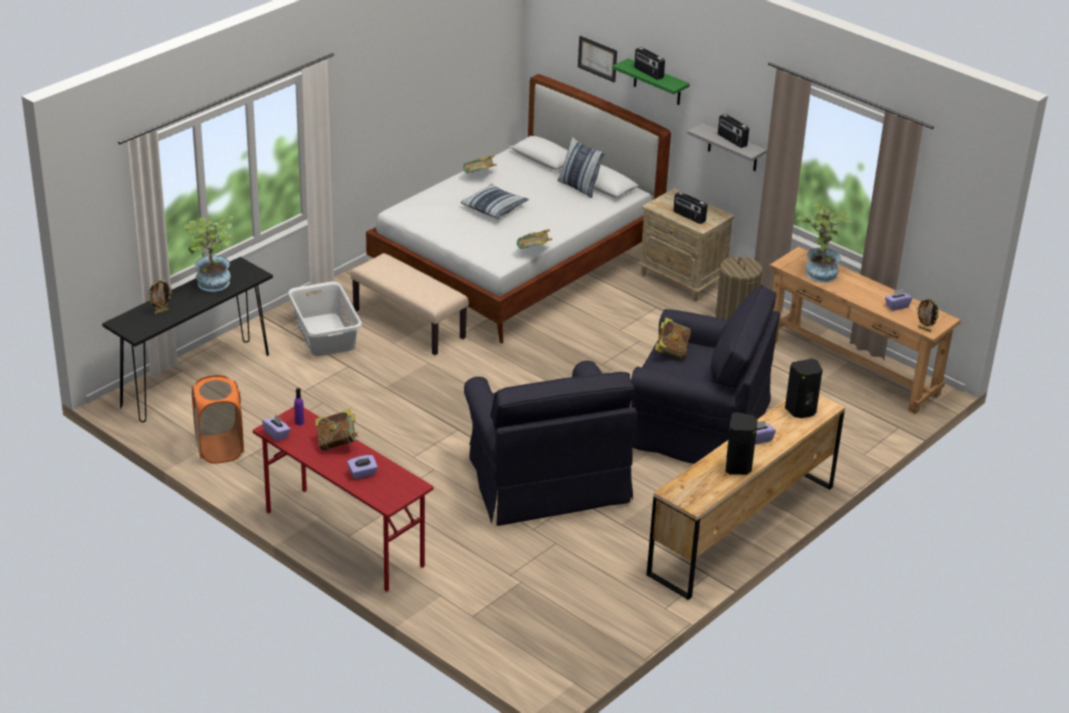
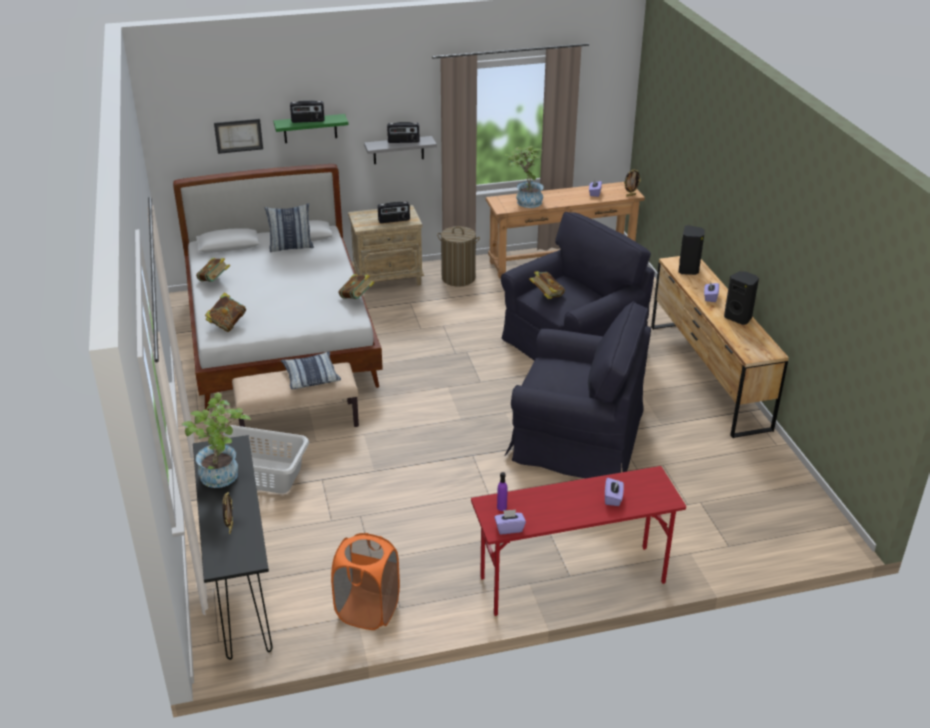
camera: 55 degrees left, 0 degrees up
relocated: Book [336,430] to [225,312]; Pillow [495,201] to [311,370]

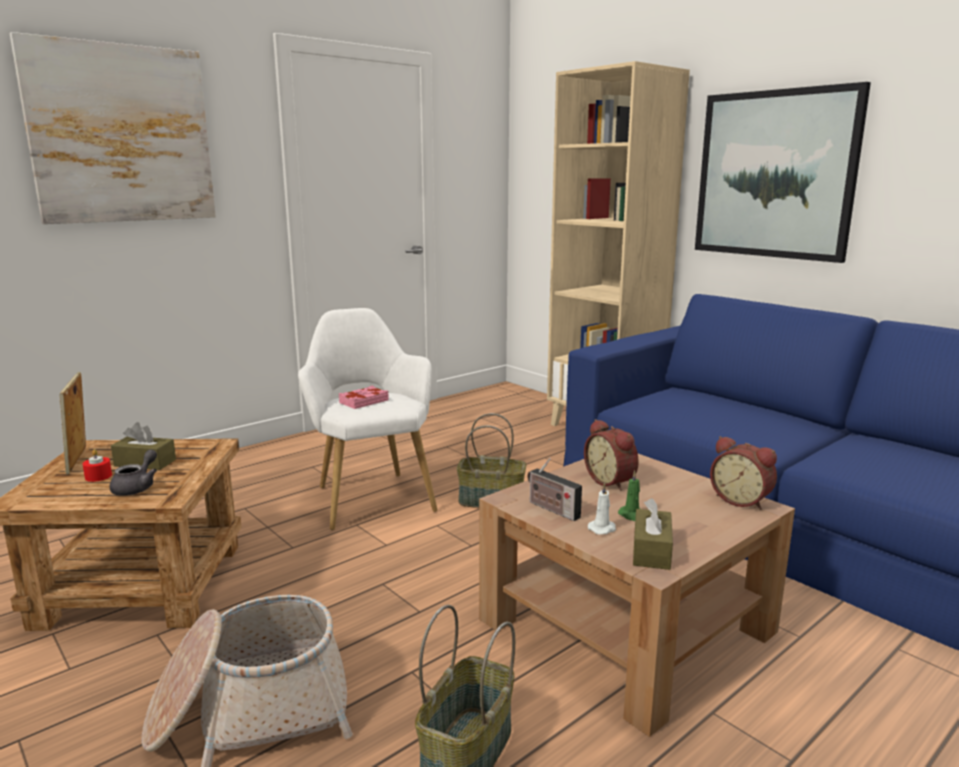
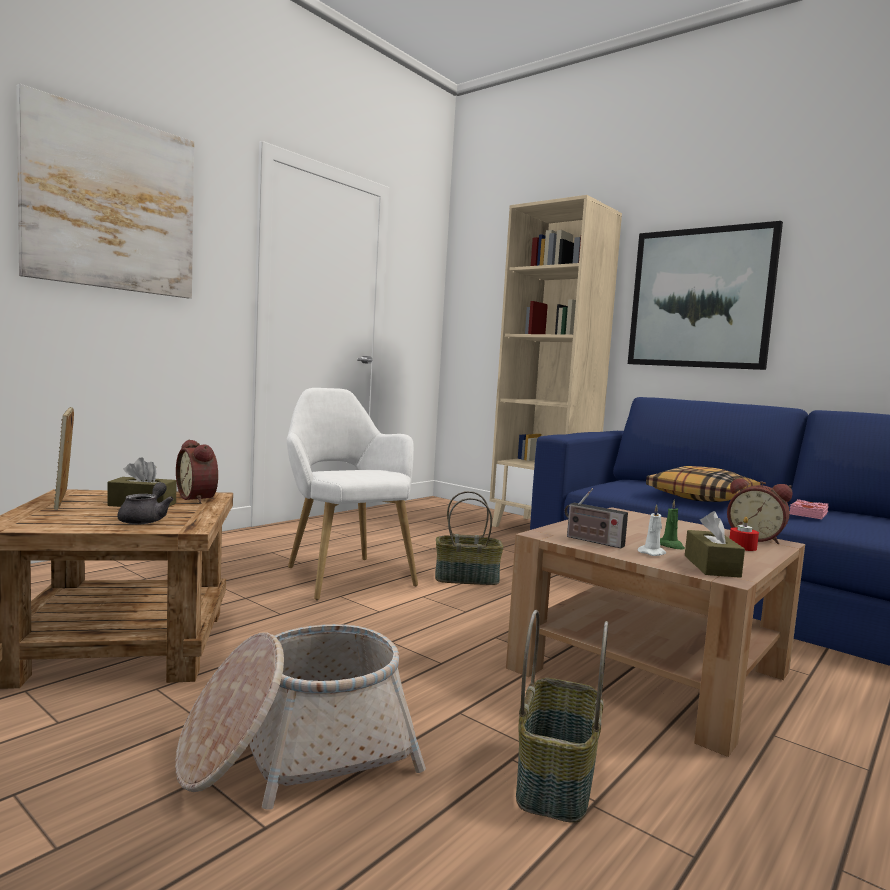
camera: 10 degrees left, 10 degrees down
appeared: Pillow [703,484]
relocated: AlarmClock [611,455] to [197,471]; RedCandle [97,465] to [744,534]; PinkBook [364,397] to [809,509]

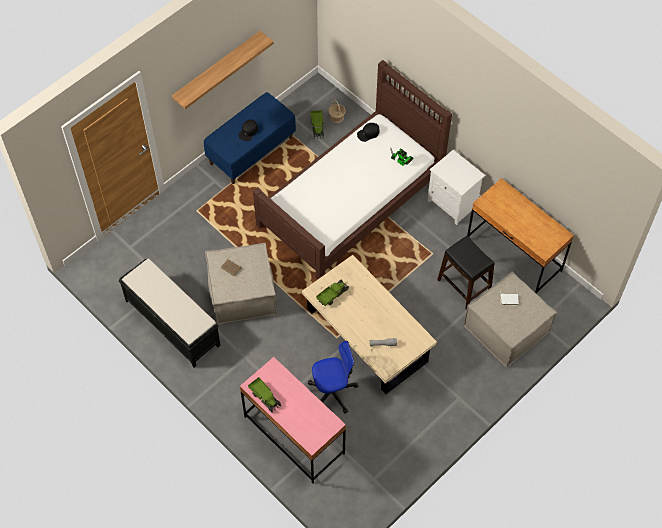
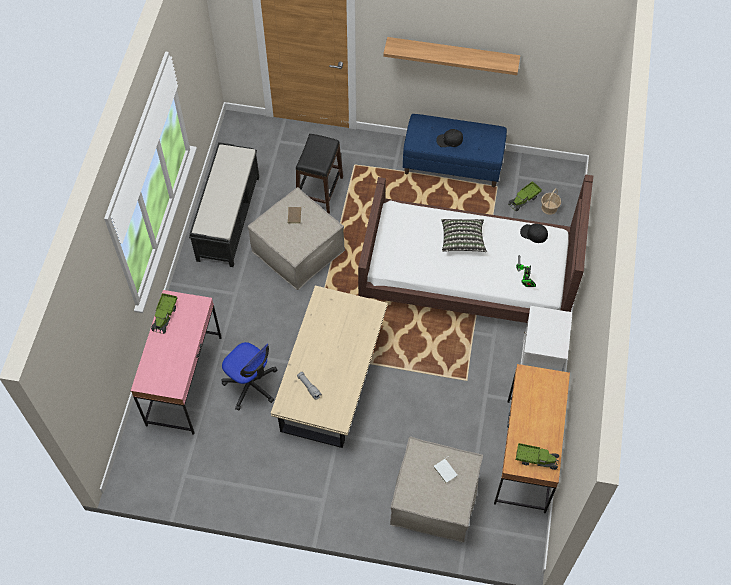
camera: 55 degrees right, 0 degrees up
appeared: Pillow [464,235]
relocated: BlackStool [466,273] to [319,174]; ToyTruck [332,293] to [537,456]

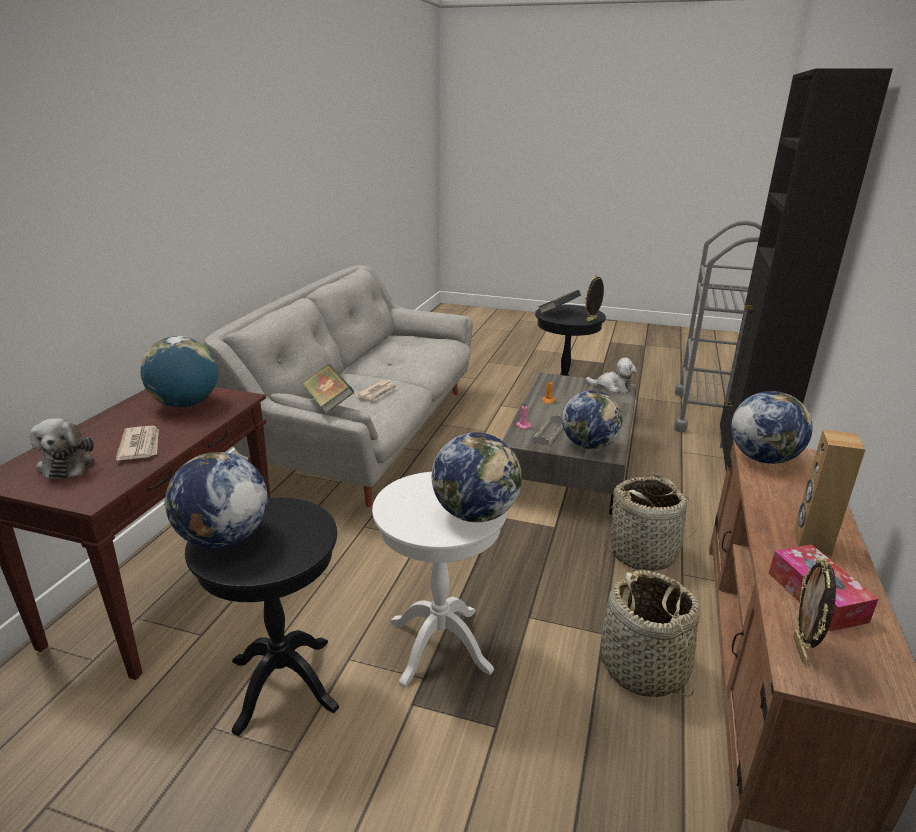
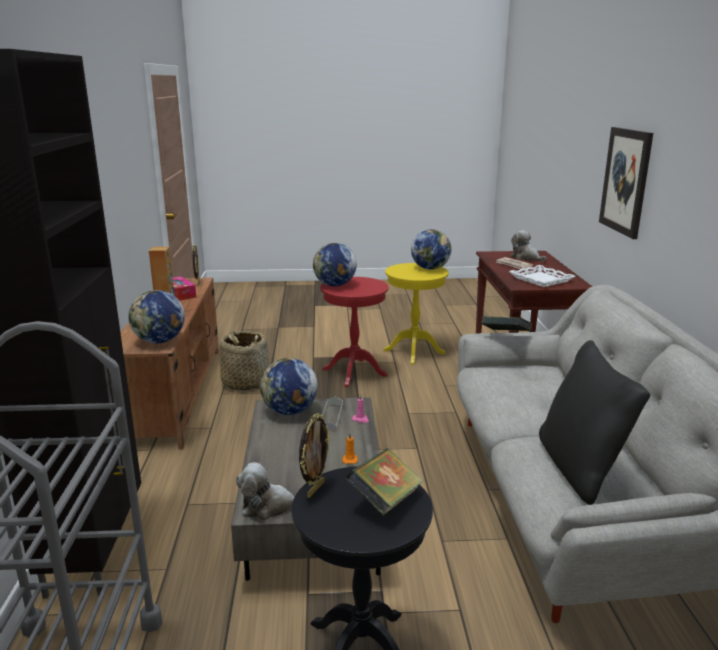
camera: 160 degrees right, 5 degrees down
missing: Newspaper [376,390]; Basket [650,522]
appeared: BlackPillow [594,422]; Picture [626,183]
exchanged: Globe [179,371] to WhiteTray [542,276]
colour: WhiteSideTable [439,580] to RedSideTable [354,332]; BlackSideTable [262,617] to YellowSideTable [416,314]

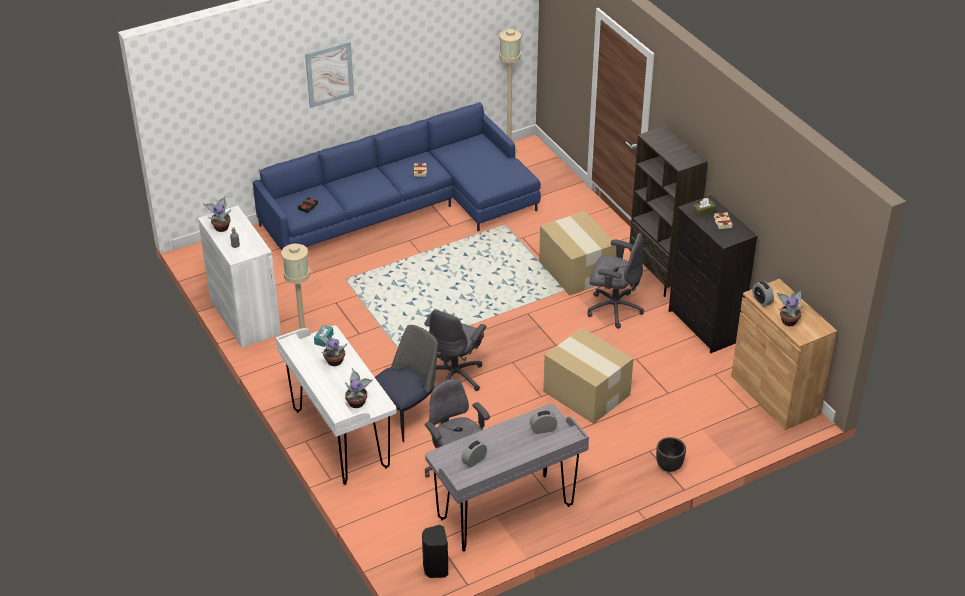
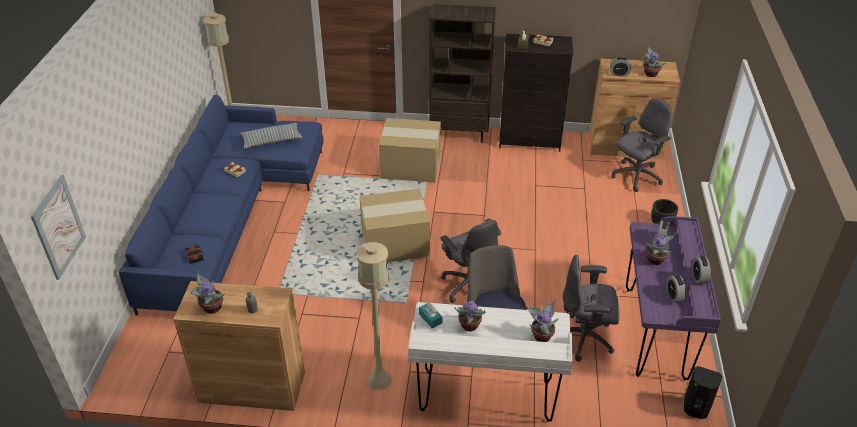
camera: 55 degrees left, 0 degrees up
appeared: Pillow [271,135]; PottedPlant [660,248]; AlarmClock [701,270]
relocated: Picture [329,74] to [58,227]; CardboardBox [588,376] to [394,225]; GreyOfficeChair [615,281] to [641,145]
colour: WhiteCabinet [239,276] to BrownCabinet [239,346]; GreyDesk [507,477] to PurpleDesk [673,298]

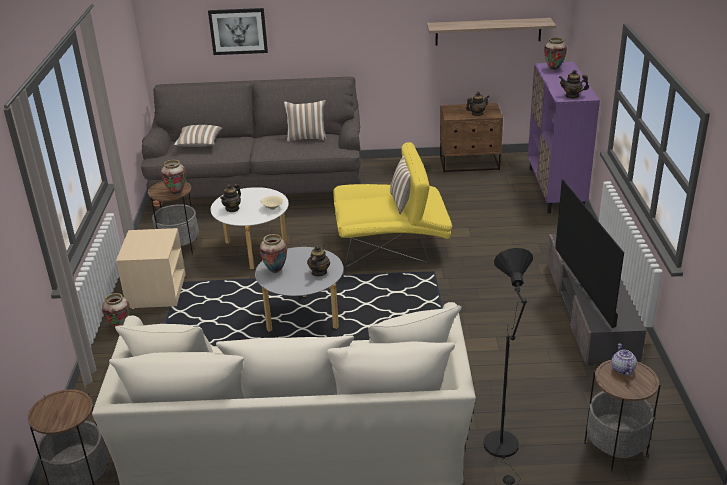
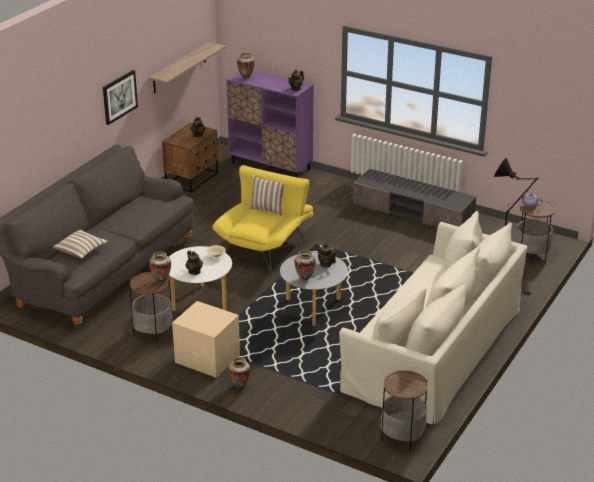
camera: 60 degrees left, 0 degrees up
missing: Pillow [305,121]; Television [589,253]
relocated: Picture [238,31] to [120,97]

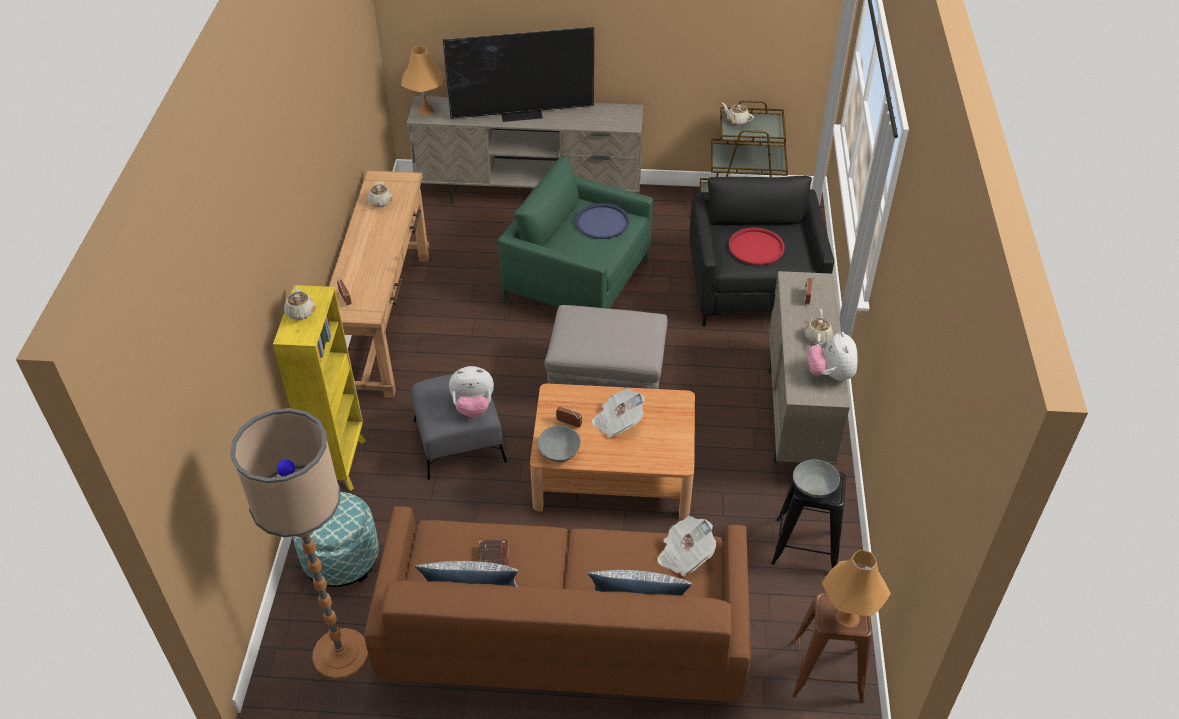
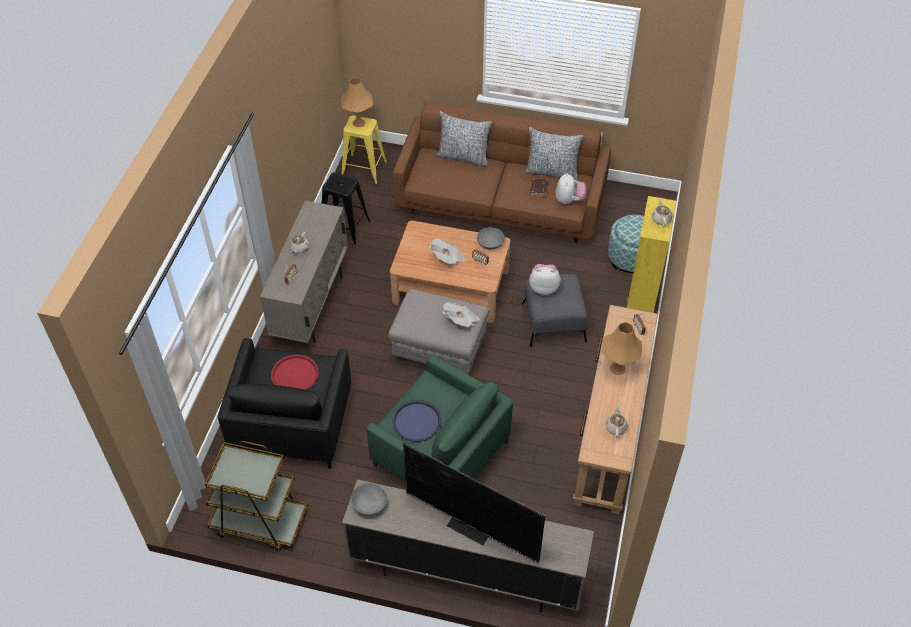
camera: 170 degrees left, 5 degrees up
missing: FloorLamp [299,543]; BeigeTeapot [738,114]
relocated: GreyBowl [816,478] to [369,499]; Newspaper [686,546] to [461,314]; PlushToy [832,356] to [570,189]; OrangeTableLamp [422,81] to [622,348]
colour: BrownStool [831,647] to YellowStool [364,149]
spun: Television [518,74] = [474,503] 150 degrees counterclockwise

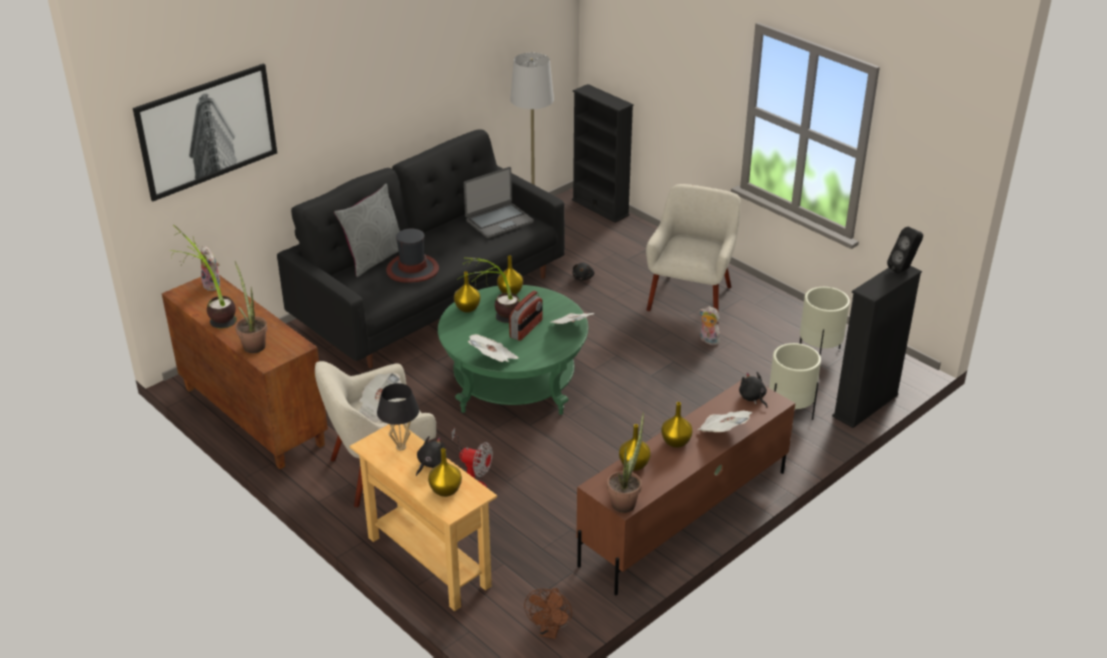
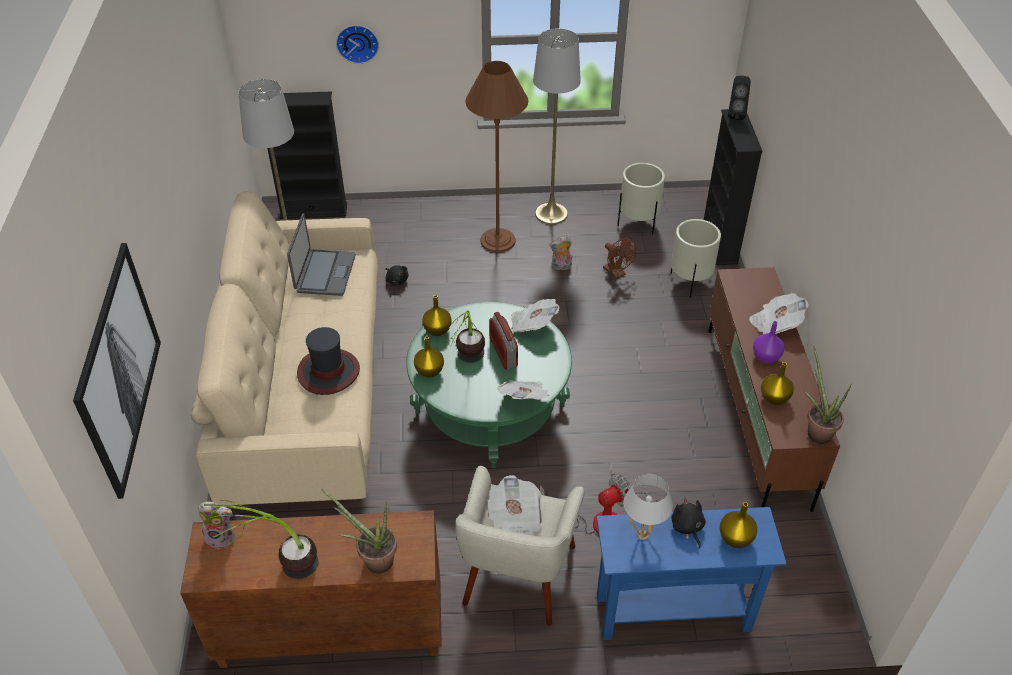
camera: 50 degrees left, 10 degrees up
missing: GreyPillow [367,230]; BlackPlushToy [753,390]
appeared: WallClock [357,44]; GreyFloorLamp [557,127]
relocated: BrownFan [548,613] to [619,258]
exchanged: BeigeArmchair [693,254] to BrownFloorLamp [496,157]
colour: BlackSofa [421,248] to BeigeSofa [284,348]; BeigeConsoleTable [423,517] to BlueConsoleTable [691,573]; BlackTableLamp [398,416] to WhiteTableLamp [648,507]; YellowVase [677,425] to PurpleVase [769,342]

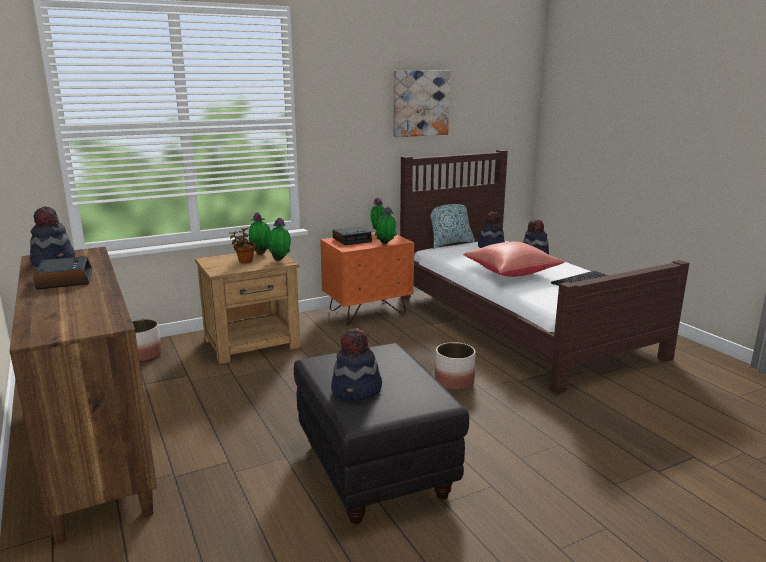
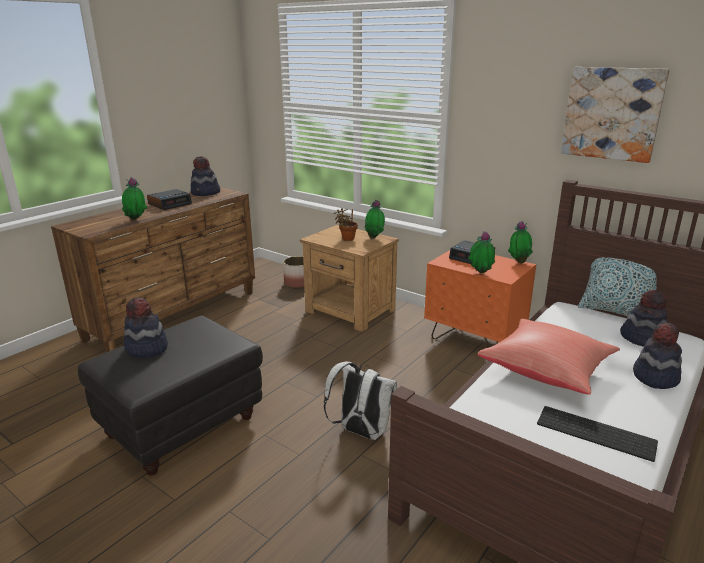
camera: 65 degrees right, 5 degrees up
relocated: PottedPlant [279,239] to [135,198]
exchanged: Planter [455,366] to WhiteBackpack [360,401]

